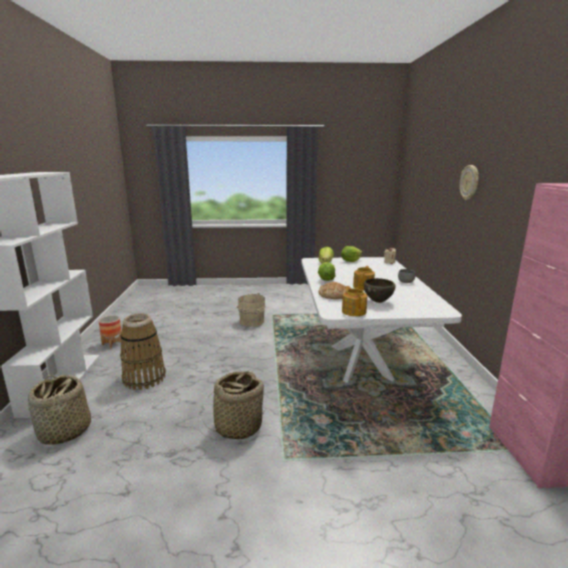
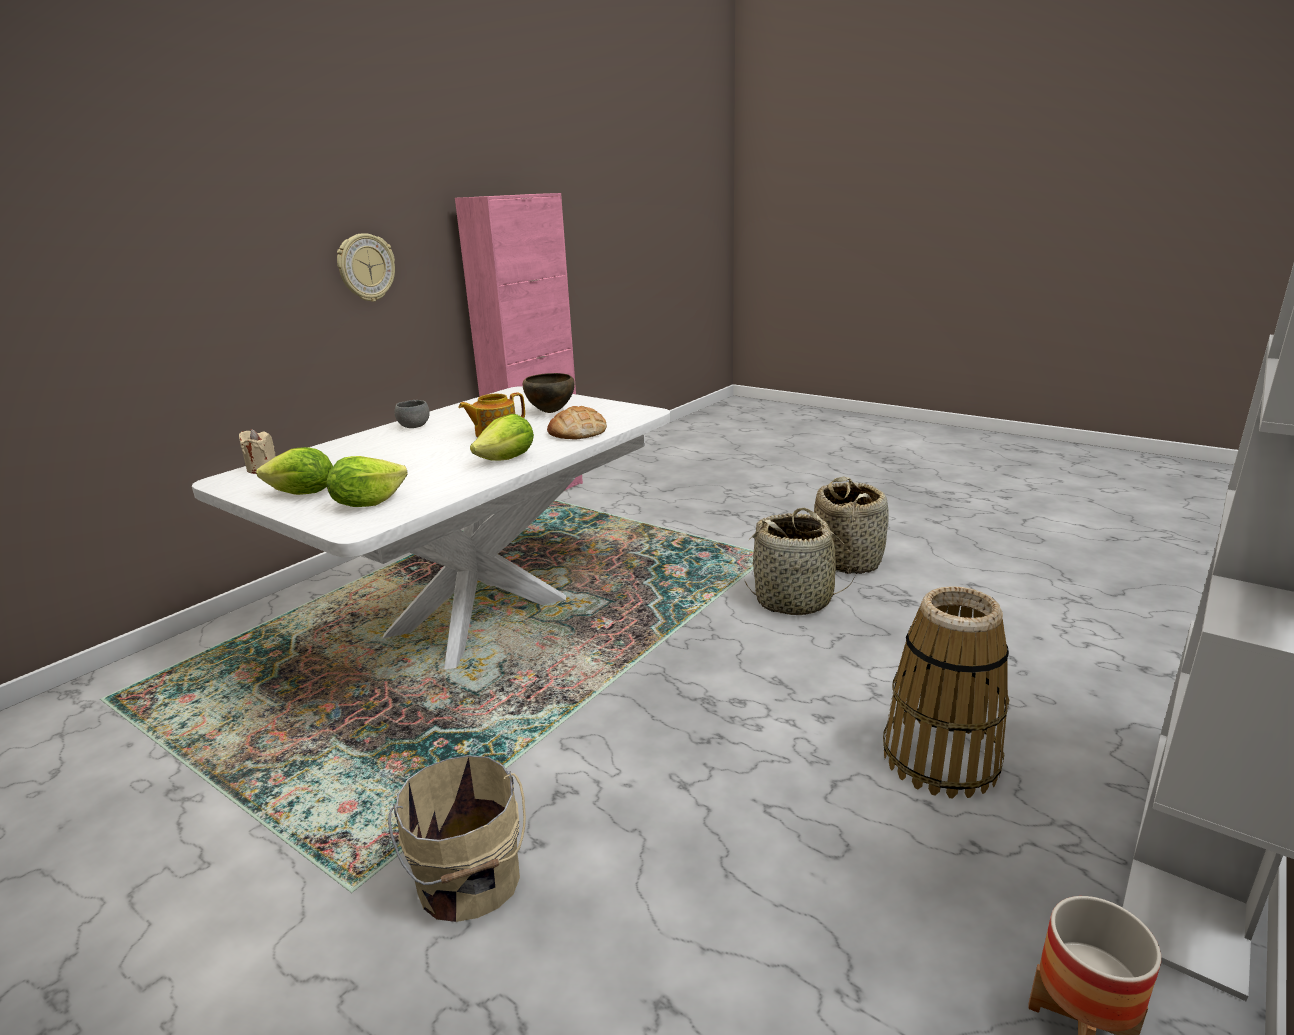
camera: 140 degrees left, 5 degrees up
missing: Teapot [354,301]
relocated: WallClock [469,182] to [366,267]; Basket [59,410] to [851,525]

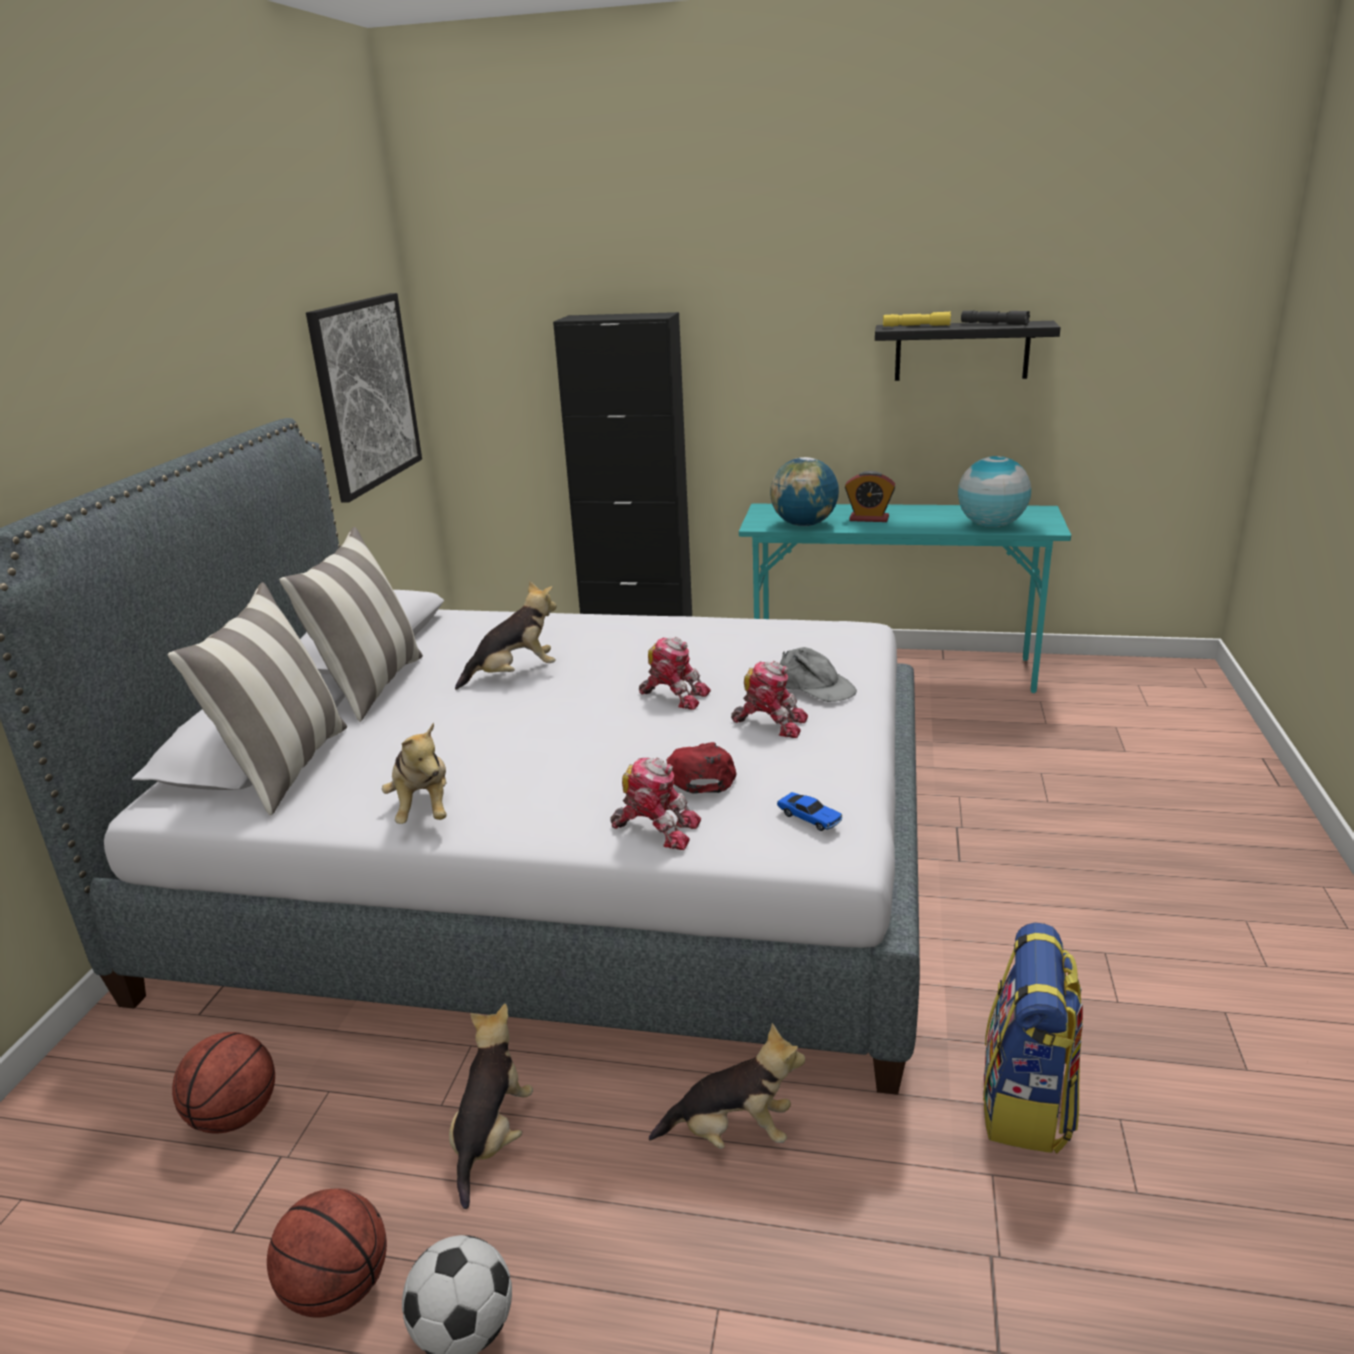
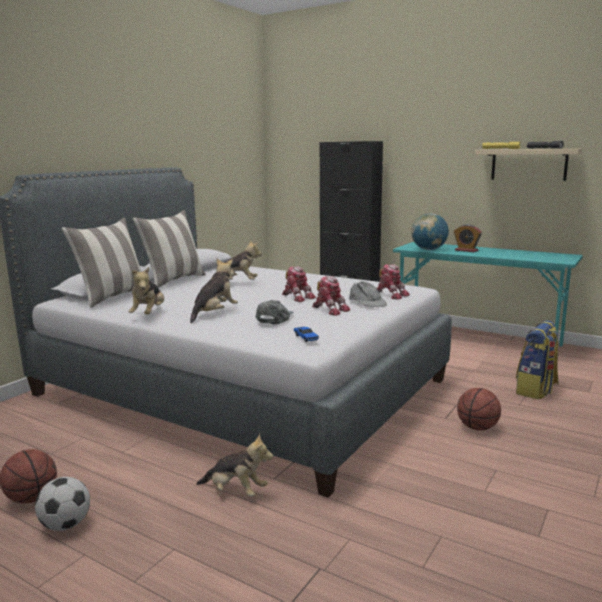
camera: 20 degrees right, 10 degrees down
missing: Picture [364,398]; Globe [994,492]
relocated: PlushToy [491,1106] to [214,290]; ToyRobot [656,803] to [393,282]; Basketball [223,1083] to [479,409]; Backpack [1033,1038] to [537,360]
colour: RedCap [701,767] to GreyCap [275,312]; BlackShelf [968,351] to BeigeShelf [528,165]

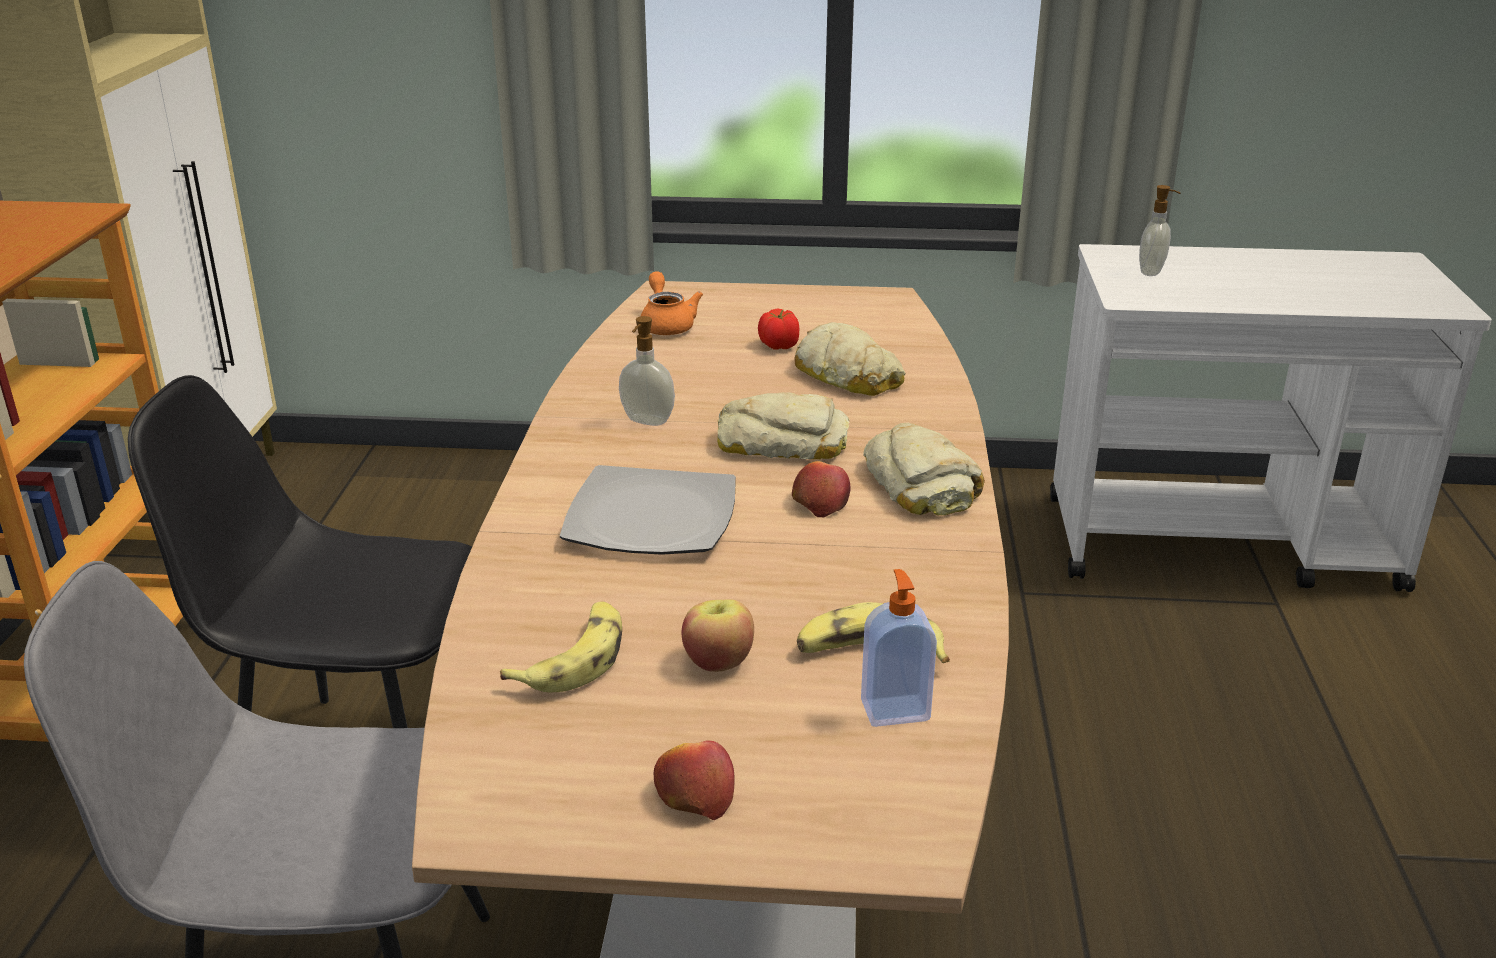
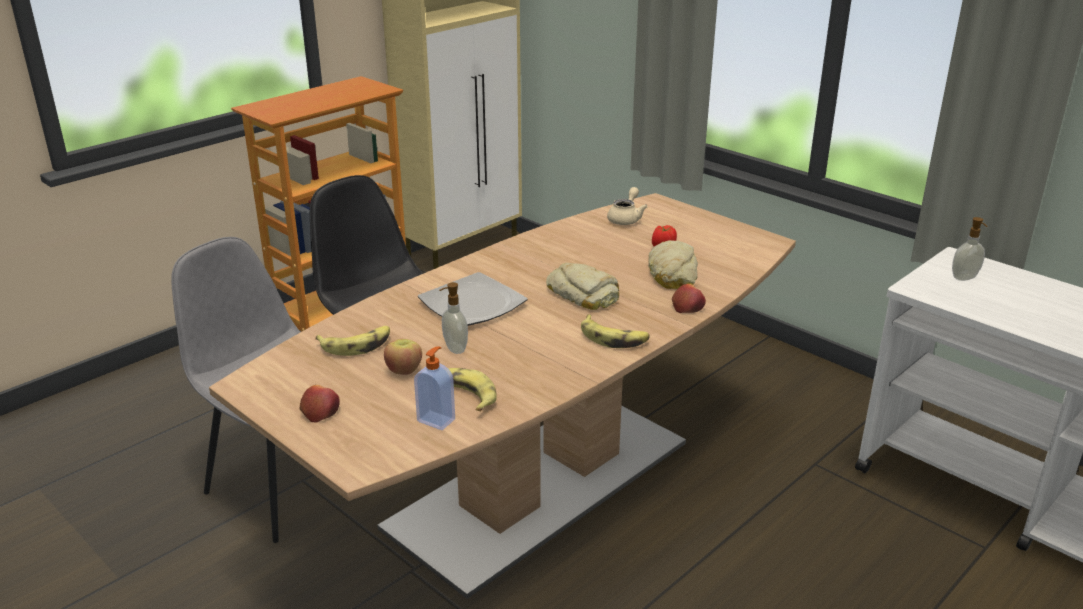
camera: 40 degrees right, 0 degrees up
relocated: SoapDispenser [647,371] to [453,318]; Apple [821,489] to [689,298]
exchanged: Bread [924,469] to Banana [615,331]
colour: OrangeTeapot [671,303] to BeigeTeapot [627,206]

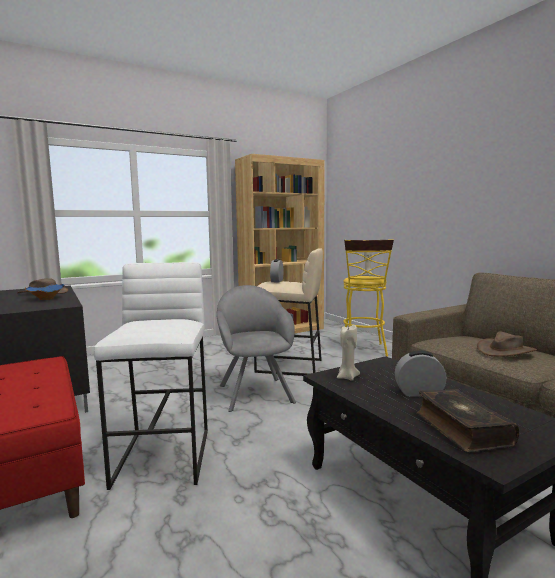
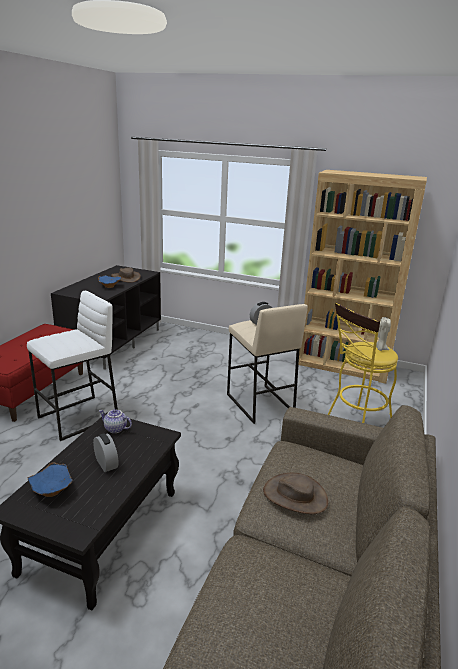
camera: 50 degrees right, 15 degrees up
missing: GreyArmchair [256,348]
exchanged: Book [468,420] to BlueBowl [50,480]; BeigeCandle [348,352] to Teapot [115,421]

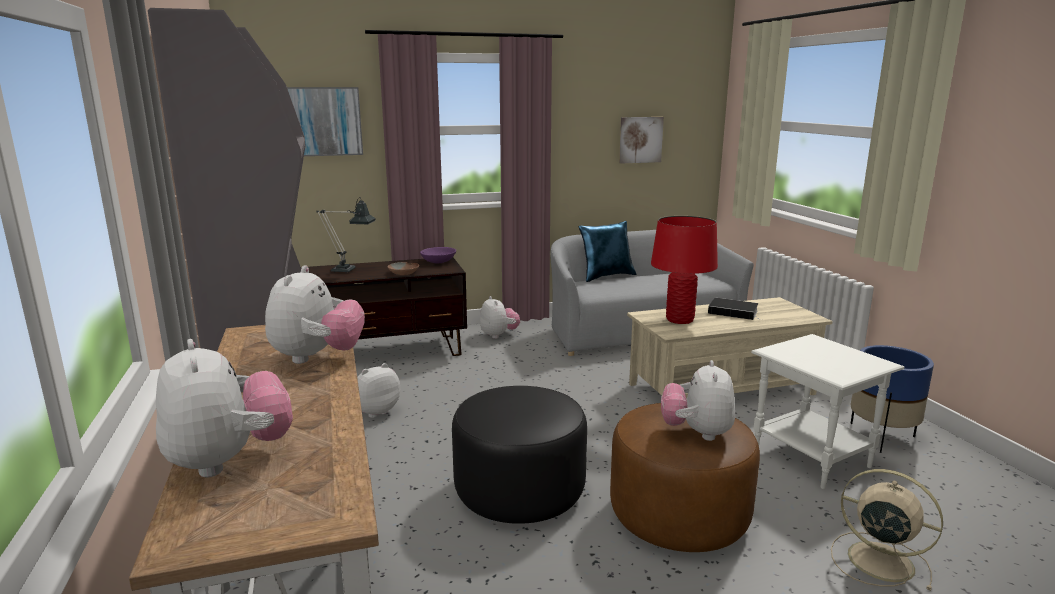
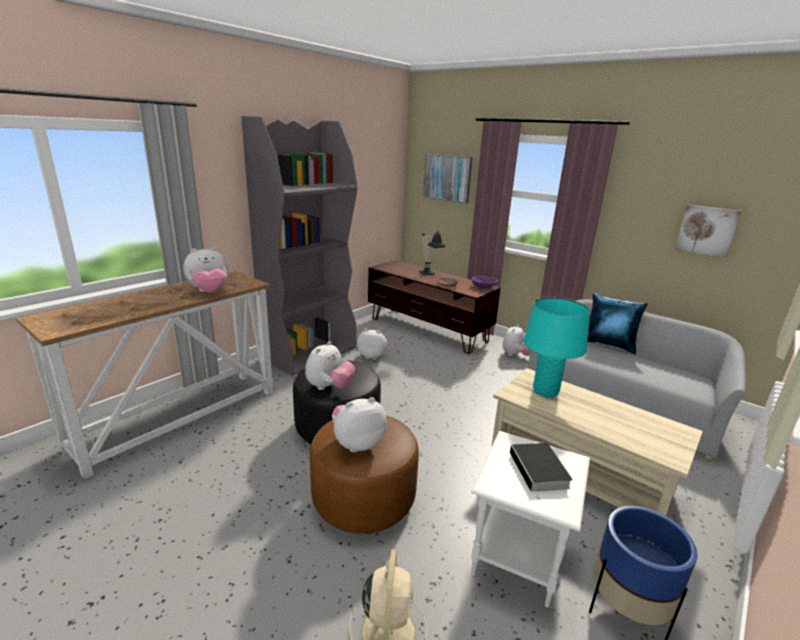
camera: 55 degrees right, 5 degrees up
relocated: PlushToy [224,408] to [330,365]; Book [735,309] to [541,471]
colour: RedTableLamp [684,270] to TurquoiseTableLamp [557,347]

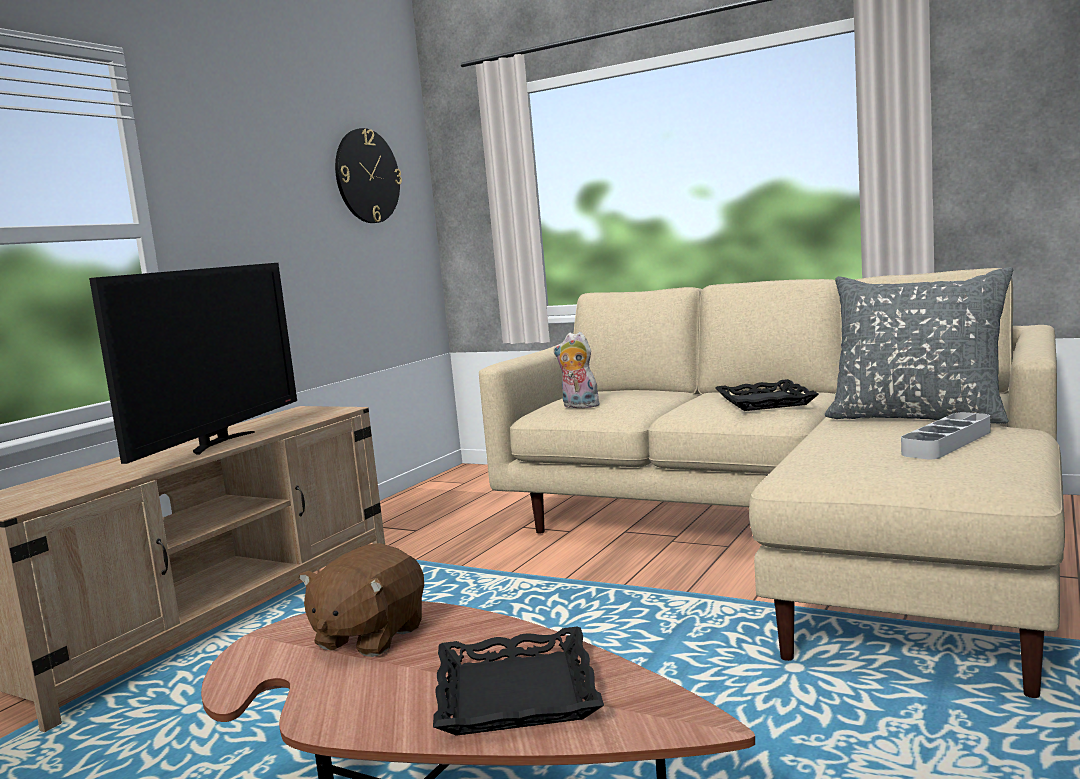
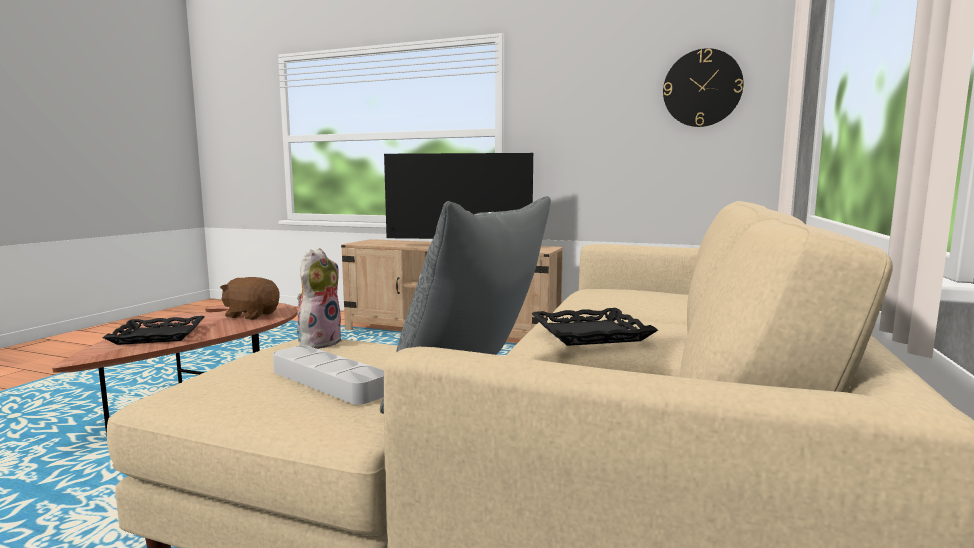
camera: 80 degrees right, 0 degrees up
relocated: PlushToy [577,370] to [320,298]

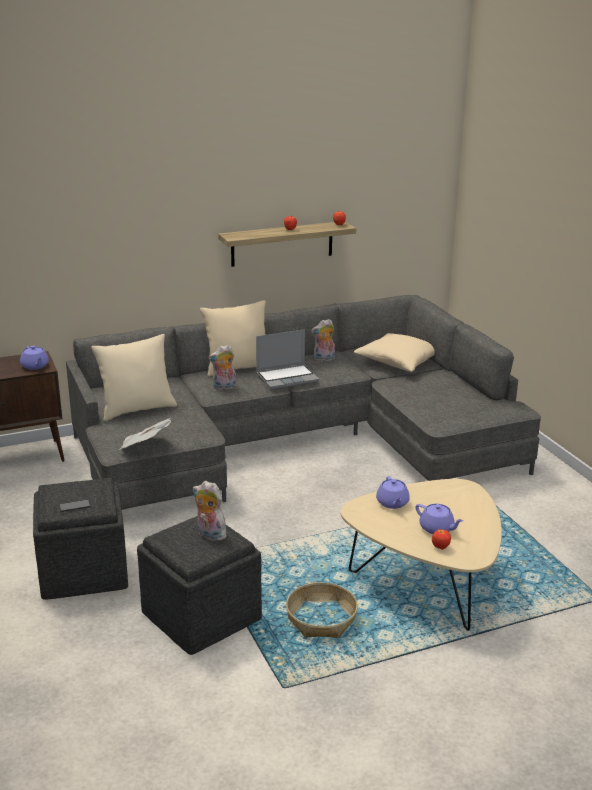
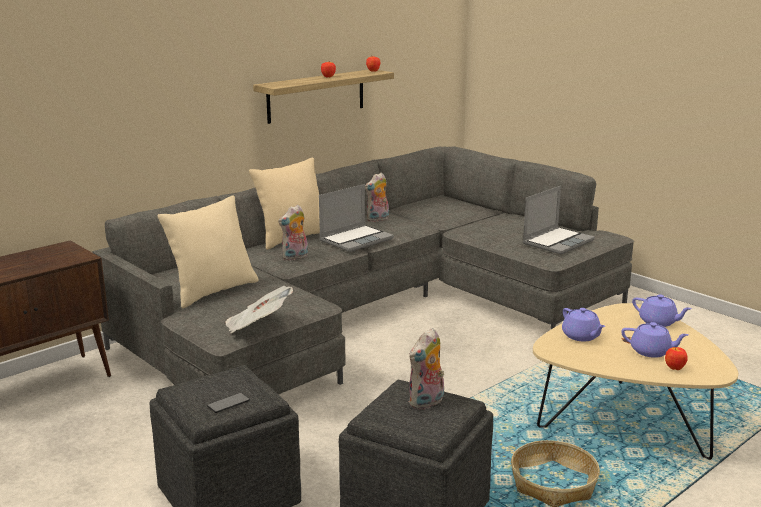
camera: 20 degrees left, 5 degrees down
missing: BeigePillow [394,352]
appeared: Laptop [559,220]
relocated: PurpleTeapot [34,358] to [662,310]
spun: PlushToy [210,511] = [426,369] 60 degrees counterclockwise

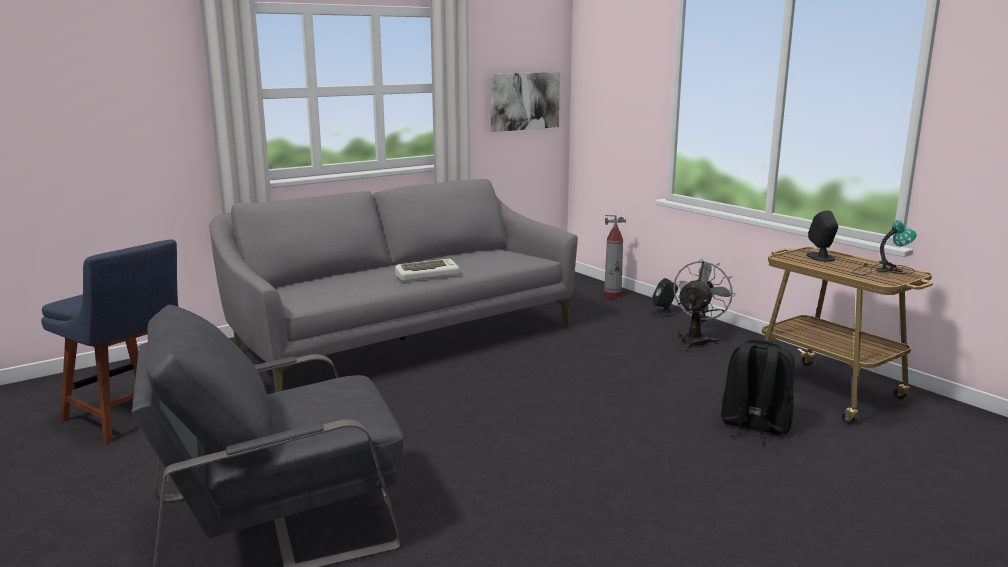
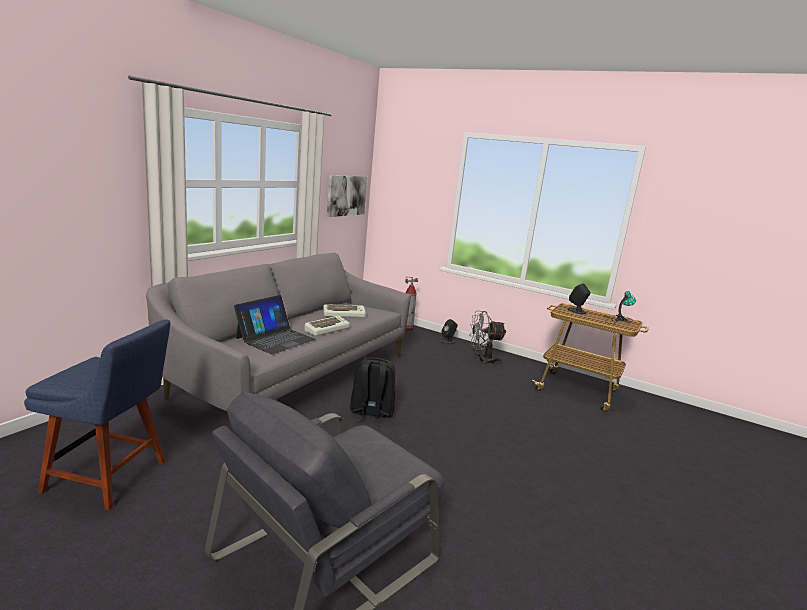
camera: 25 degrees left, 0 degrees up
appeared: Laptop [275,324]; Keyboard [344,311]
relocated: BlackBackpack [758,391] to [372,391]
spun: GreyFan [704,304] = [487,338] 105 degrees counterclockwise

